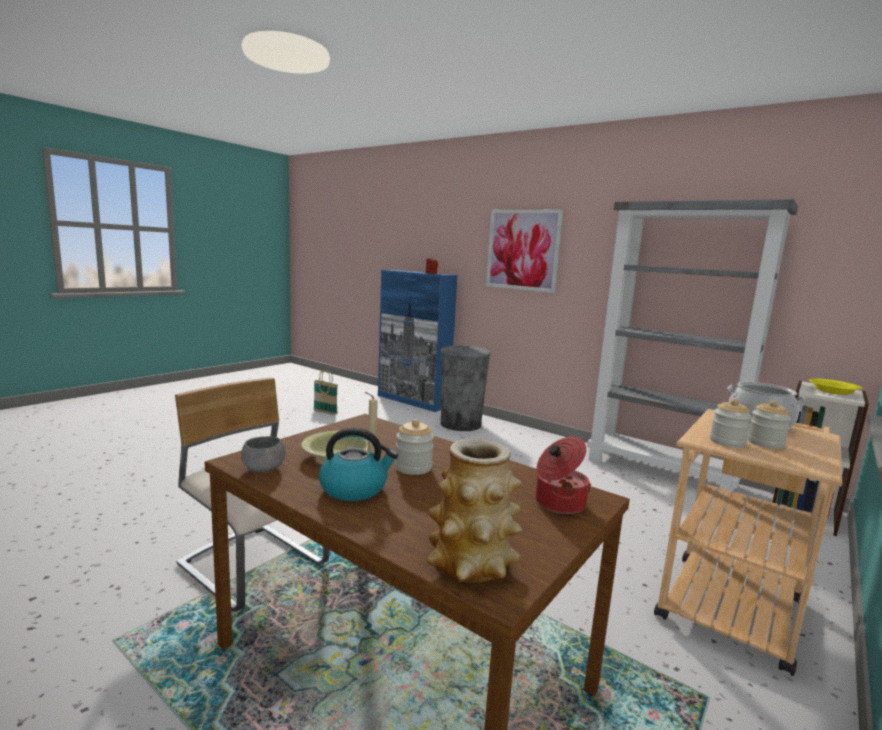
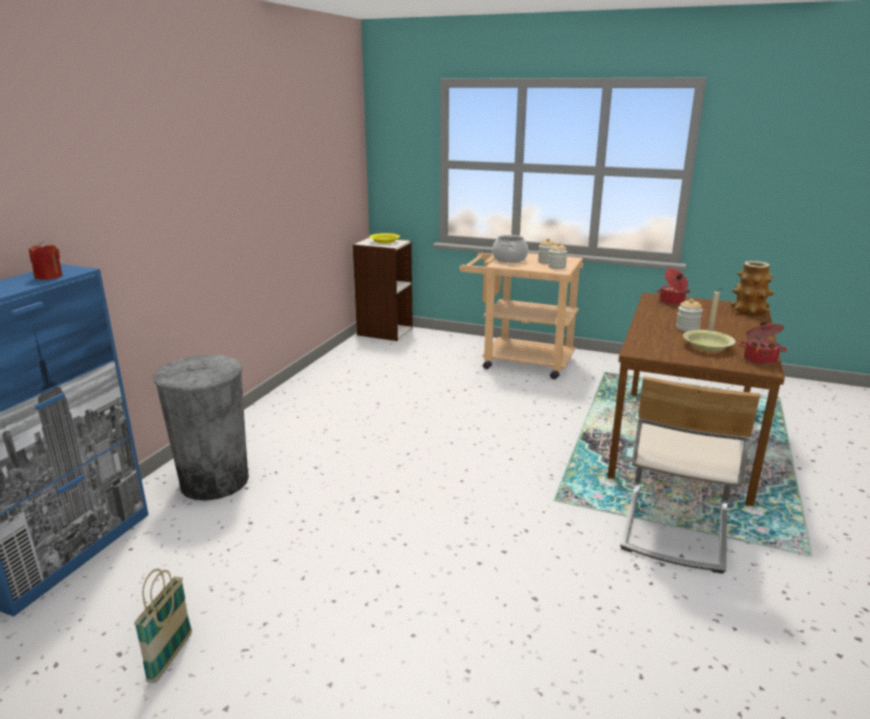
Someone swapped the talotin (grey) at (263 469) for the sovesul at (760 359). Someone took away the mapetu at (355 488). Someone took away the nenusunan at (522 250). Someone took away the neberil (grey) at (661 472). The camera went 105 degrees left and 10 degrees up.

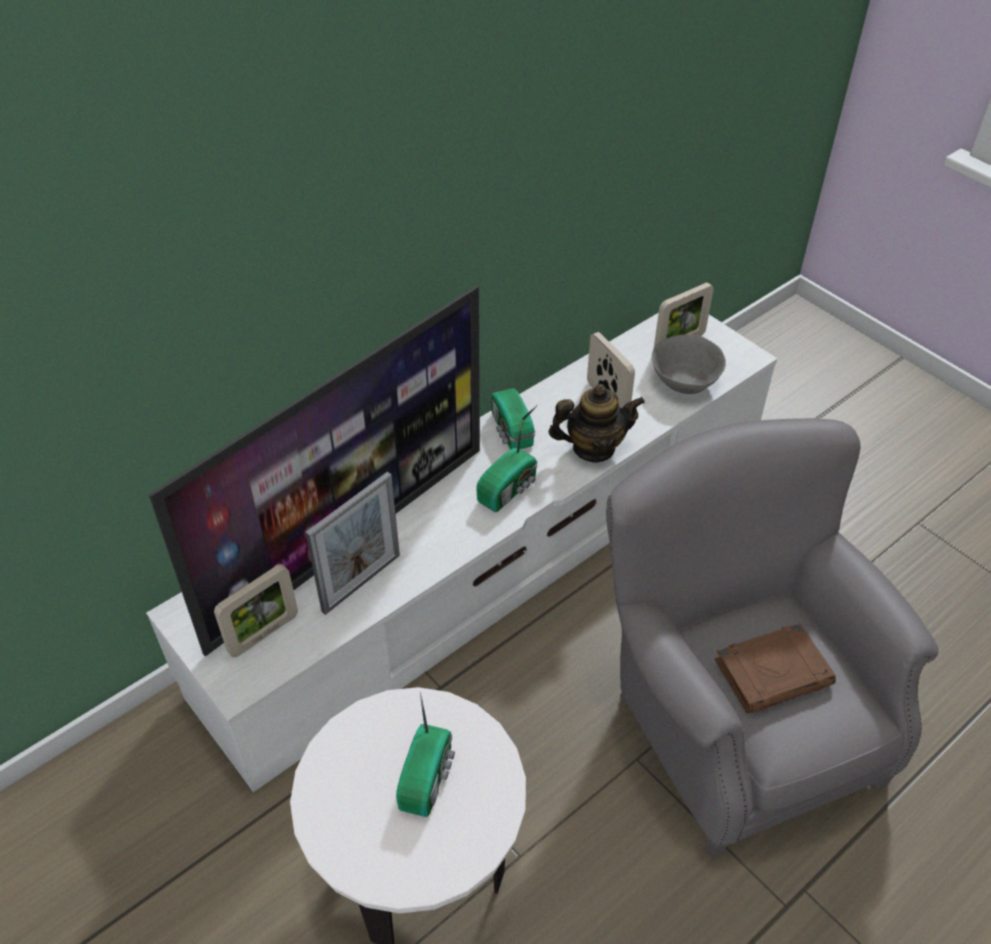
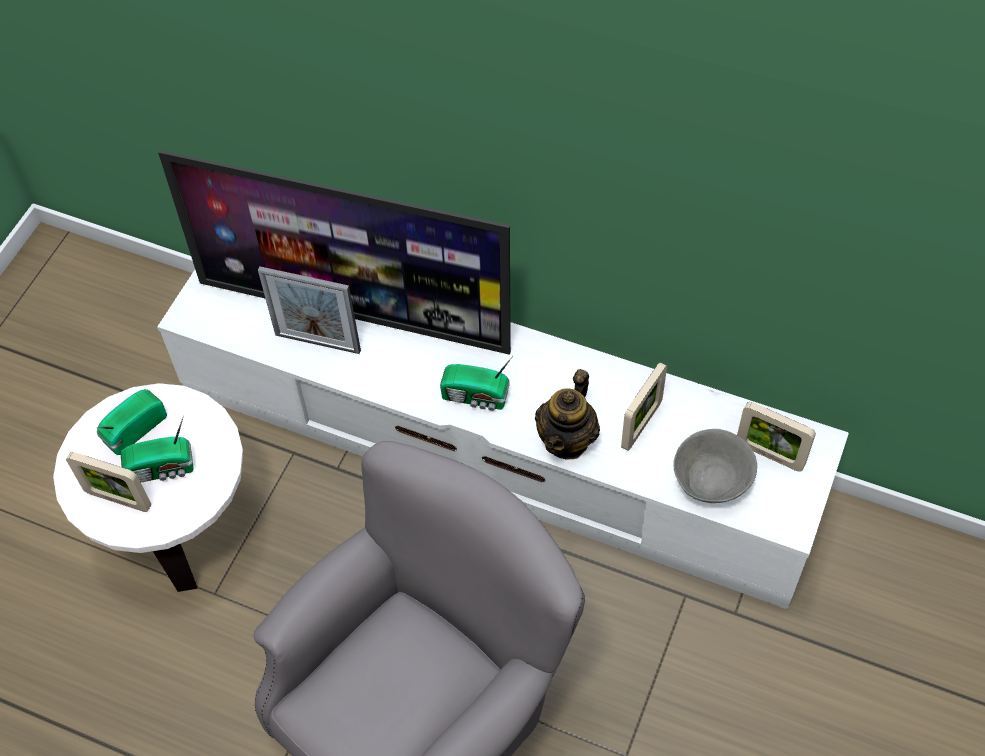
Someone carried the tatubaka from (264 634) to (118 499). Someone carried the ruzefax from (511 431) to (132 430). Someone rotated the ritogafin at (593 448) by 60 degrees clockwise. Someone took away the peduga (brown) at (773 672). The camera went 65 degrees right and 10 degrees up.

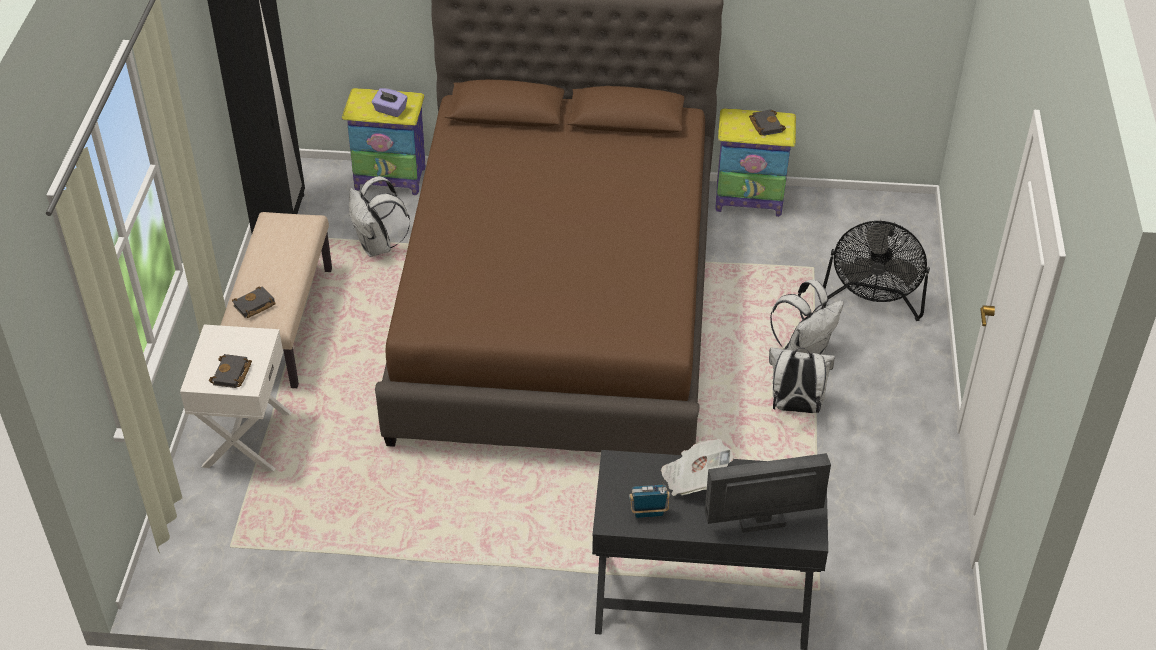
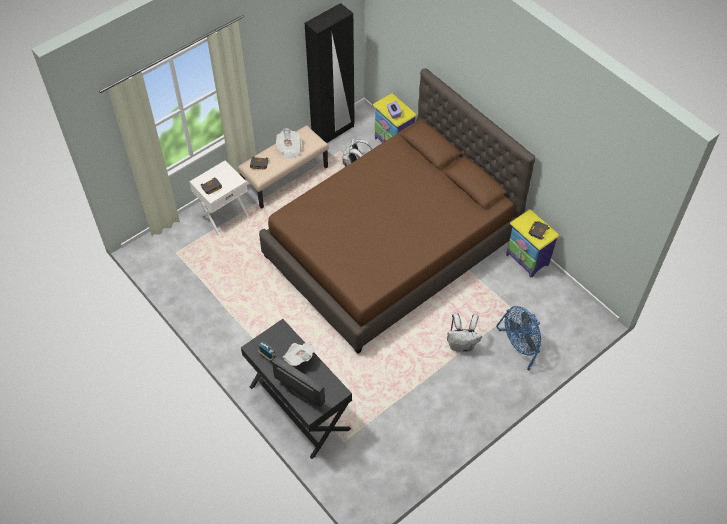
Someone took away the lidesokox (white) at (795 407). Someone repainted the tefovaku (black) at (870 297), which became the tefovaku (blue) at (521 343). Someone put down the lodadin at (289 149). The camera went 45 degrees right and 10 degrees up.

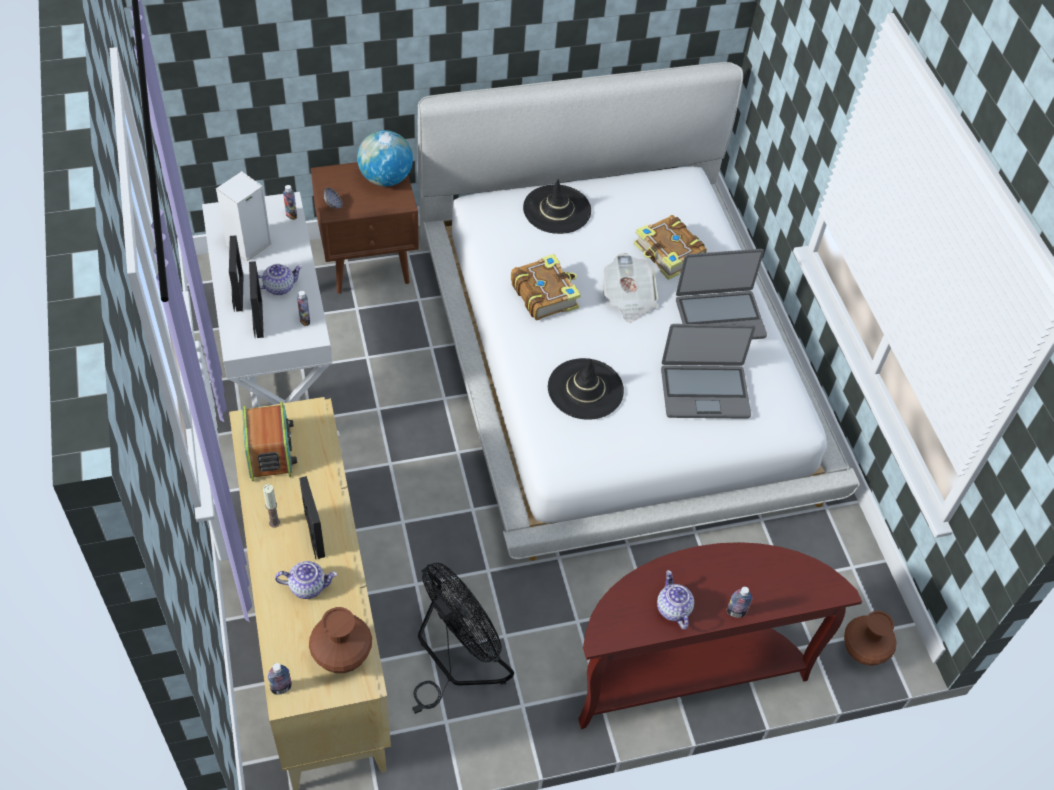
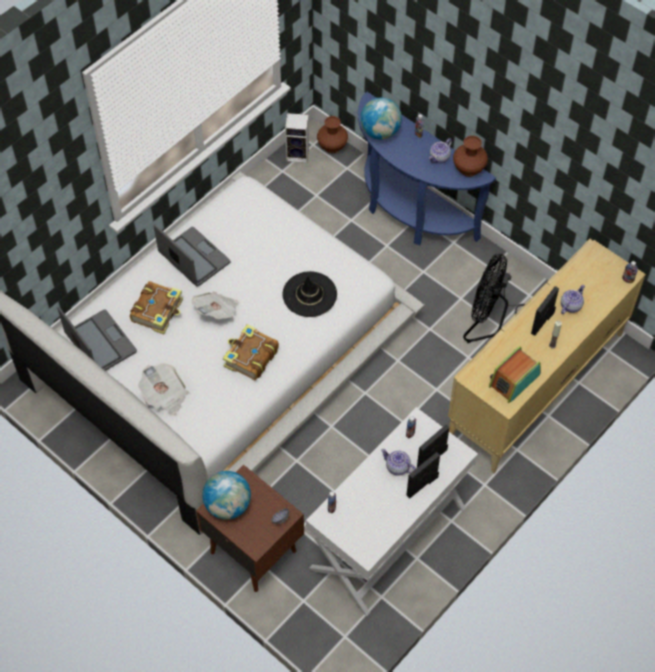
Someone carried the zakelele from (248 246) to (298 154). Someone rotated the ritogafin at (308 586) by 75 degrees clockwise. Someone carried the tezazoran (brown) from (341 656) to (469 170). Someone swapped the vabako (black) at (557 210) for the lodadin at (164 396). Someone repainted the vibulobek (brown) at (685 671), which became the vibulobek (blue) at (410 212). Someone carried the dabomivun from (704 391) to (100 343). Someone put down the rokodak at (380 132). The camera went 120 degrees left and 5 degrees up.

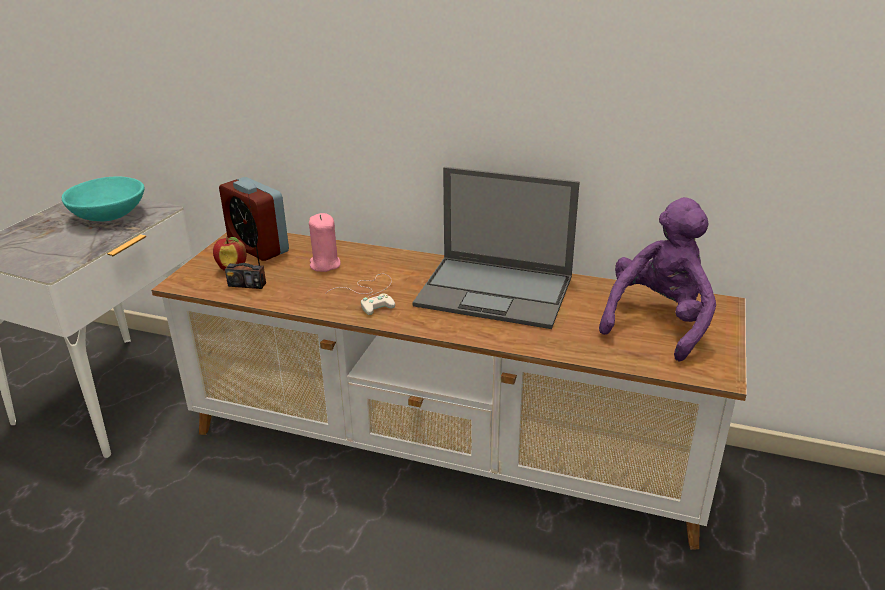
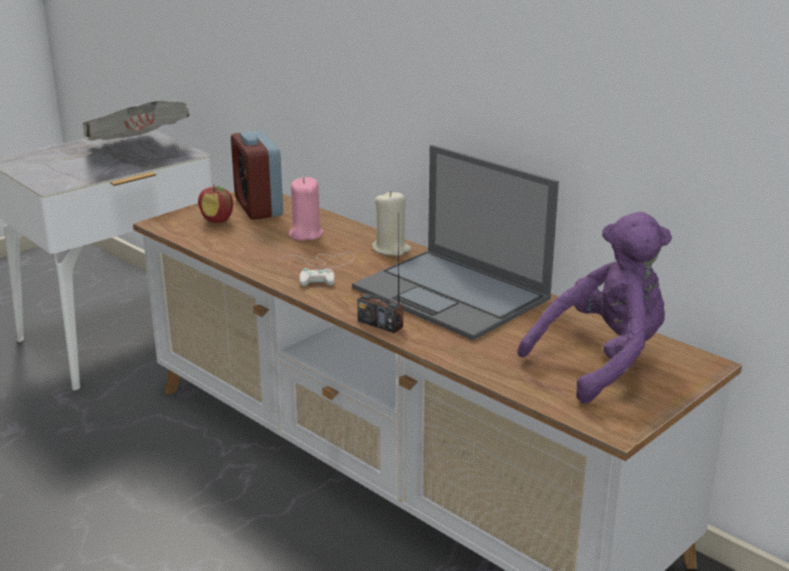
Someone swapped the talotin (turquoise) at (108 216) for the lodadin at (139 151). Someone carried the ruzefax from (247 284) to (380 324). Someone put down the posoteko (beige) at (391 249). The camera went 25 degrees right and 5 degrees down.

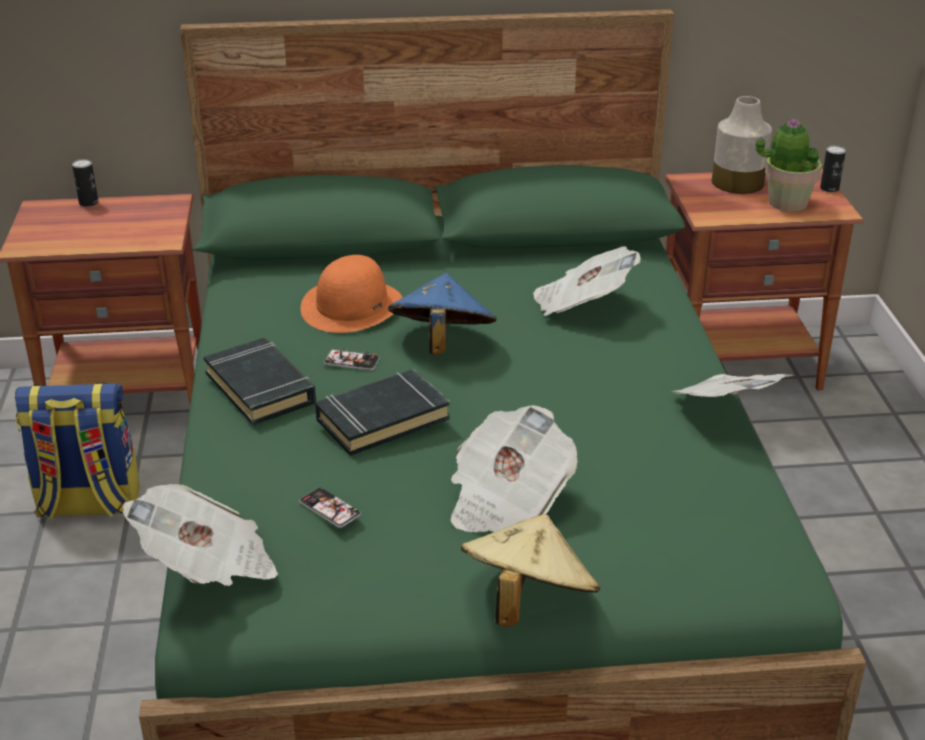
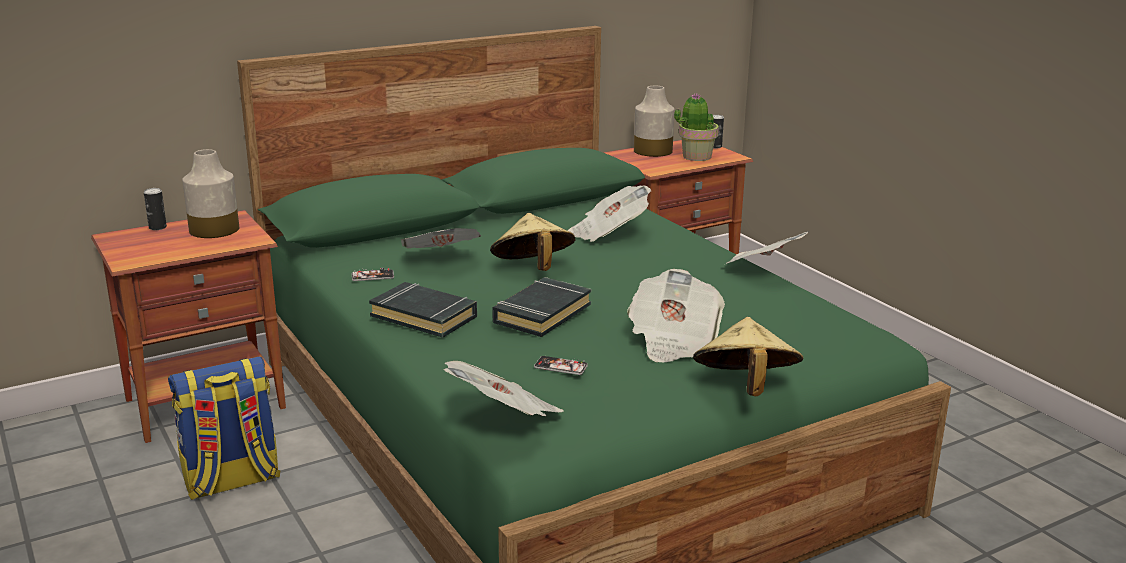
Someone swapped the vabako (orange) at (352 305) for the lodadin at (441 260). Someone carried the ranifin from (351 361) to (372 276). Someone repainted the vabako (blue) at (441 344), which became the vabako (beige) at (532 269). Someone put down the tezazoran (beige) at (215 229). The camera went 25 degrees left and 10 degrees down.

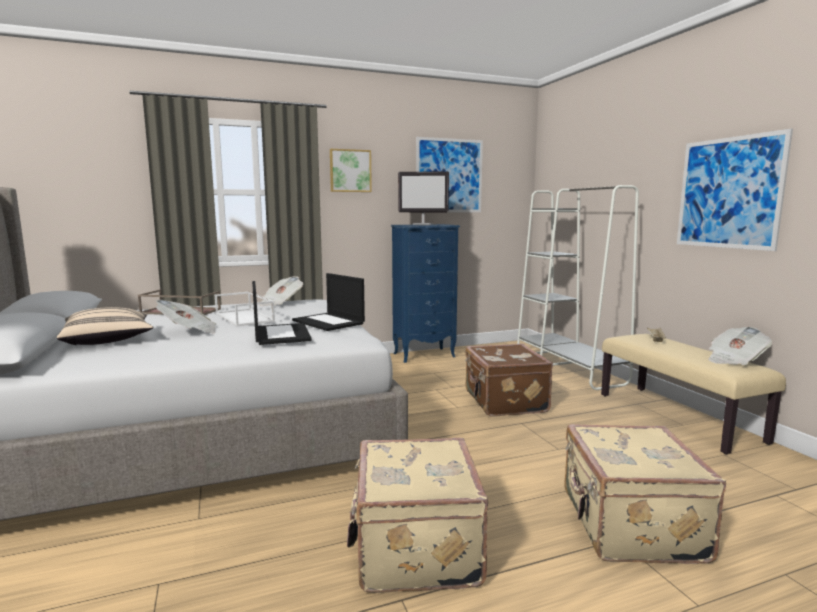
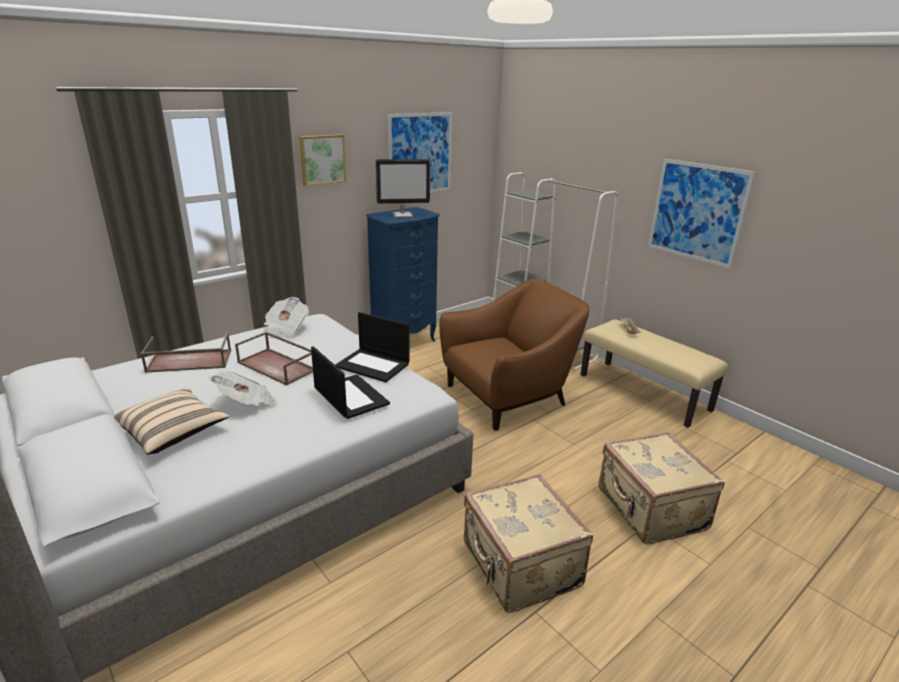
Someone repainted the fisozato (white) at (245 317), which became the fisozato (brown) at (278 366). Someone swapped the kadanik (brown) at (504 402) for the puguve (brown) at (508 396). Someone took away the lodadin at (734 360). The camera went 20 degrees left and 15 degrees up.

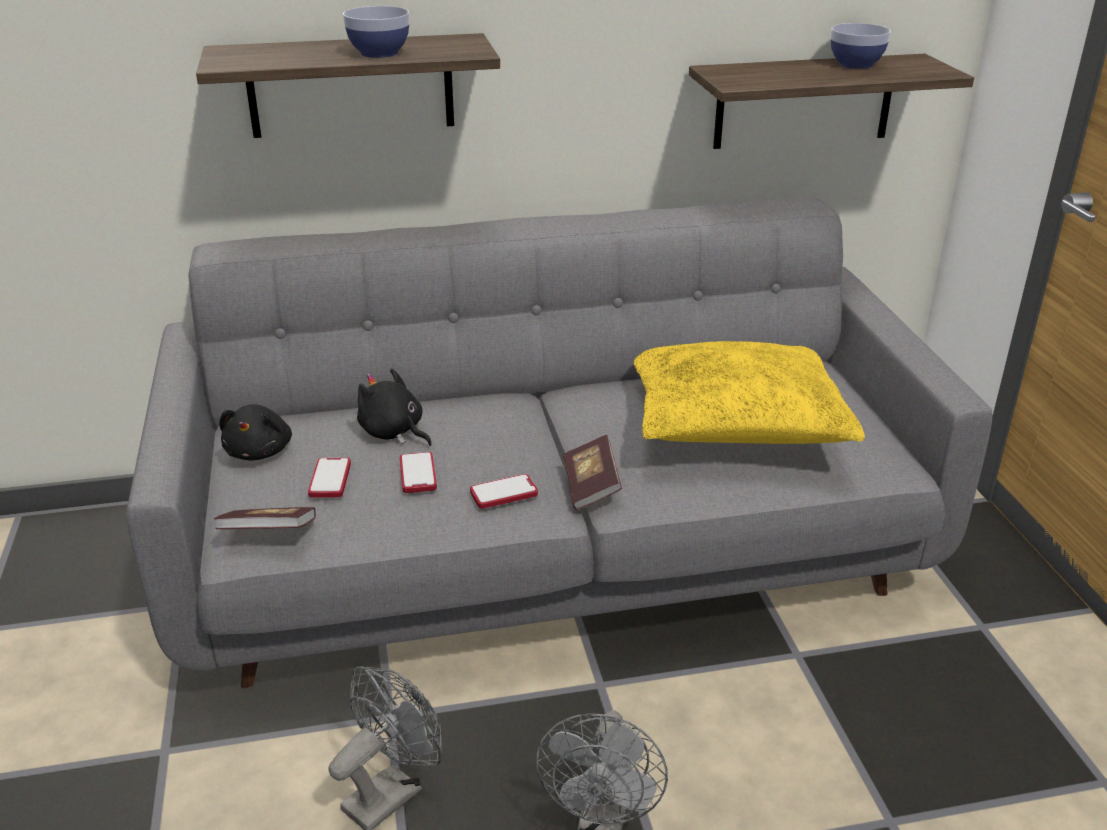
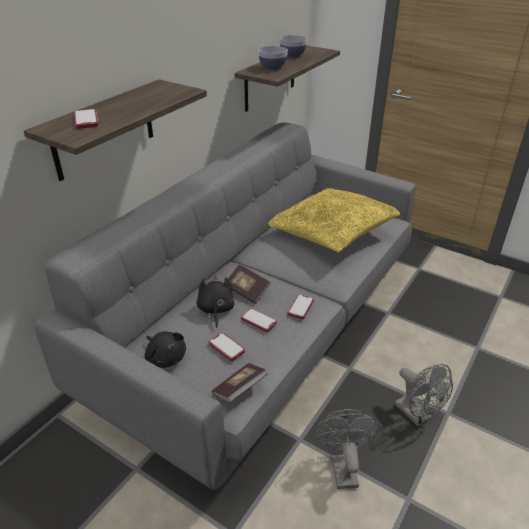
Someone carried the talotin from (379 53) to (272 67). Someone rotated the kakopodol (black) at (393 432) by 90 degrees clockwise. Someone carried the peduga from (591 486) to (247 291). Someone put down the ranifin at (86 120). The camera went 45 degrees left and 5 degrees up.

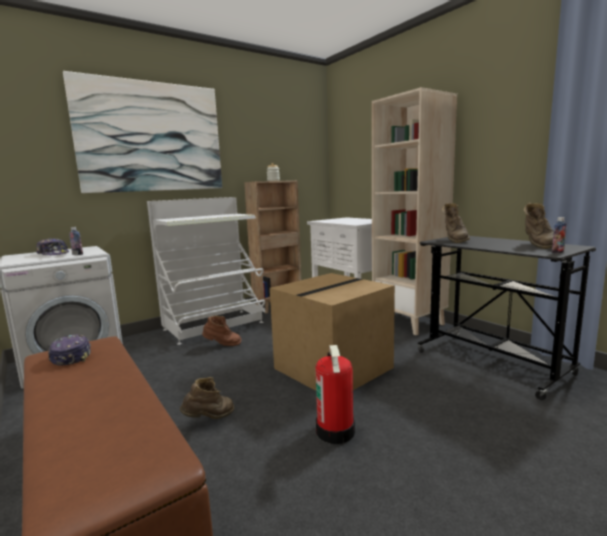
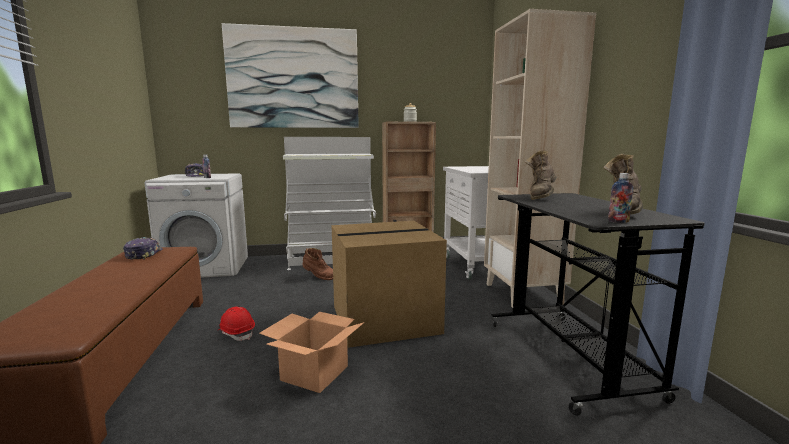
Someone swapped the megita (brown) at (210 419) for the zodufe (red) at (236 333). Someone swapped the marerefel at (336 431) for the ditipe at (314 374). The camera went 25 degrees right and 0 degrees up.

